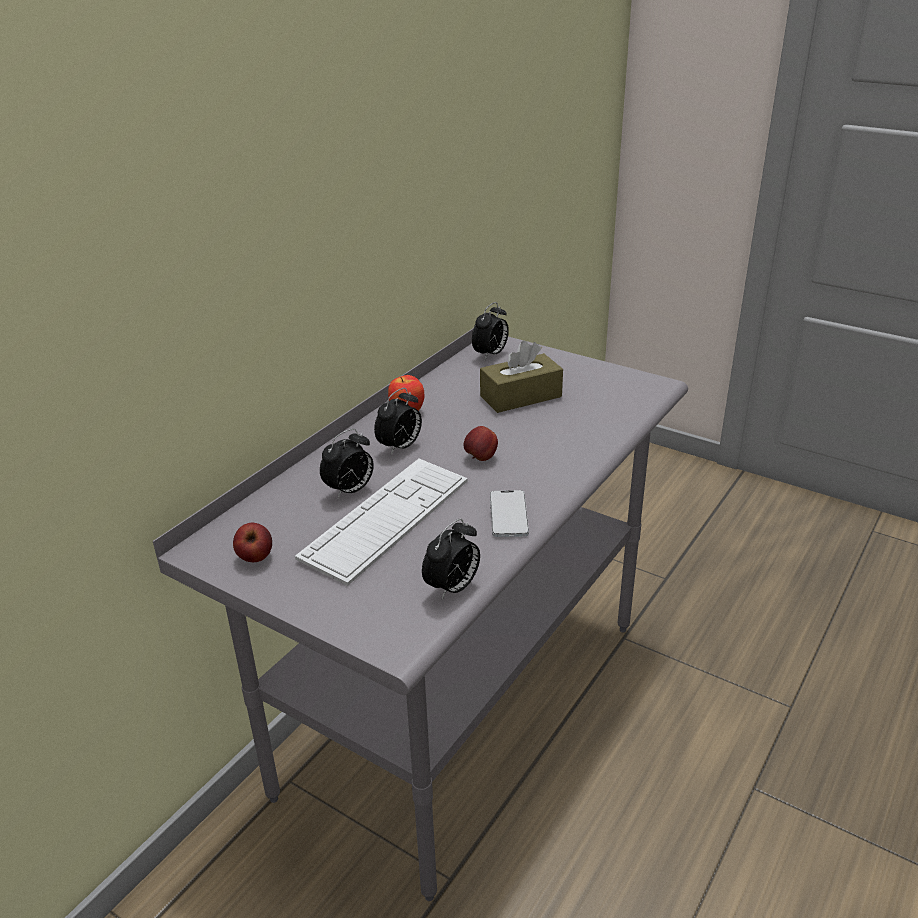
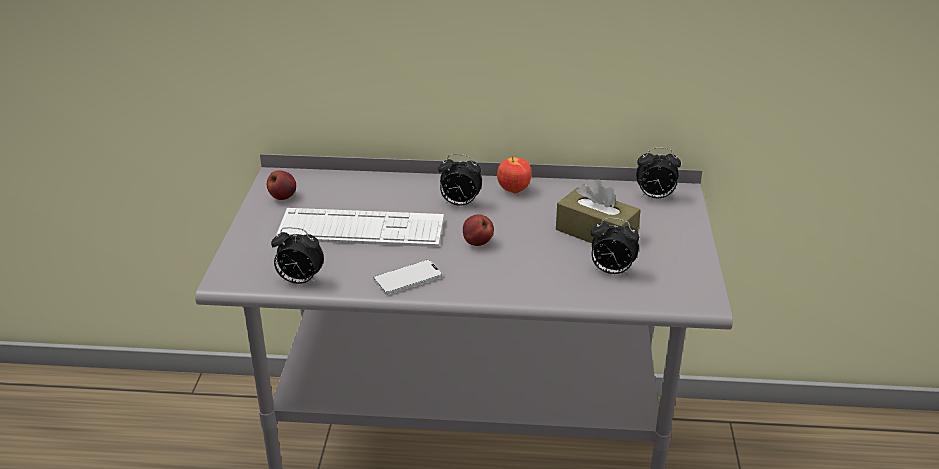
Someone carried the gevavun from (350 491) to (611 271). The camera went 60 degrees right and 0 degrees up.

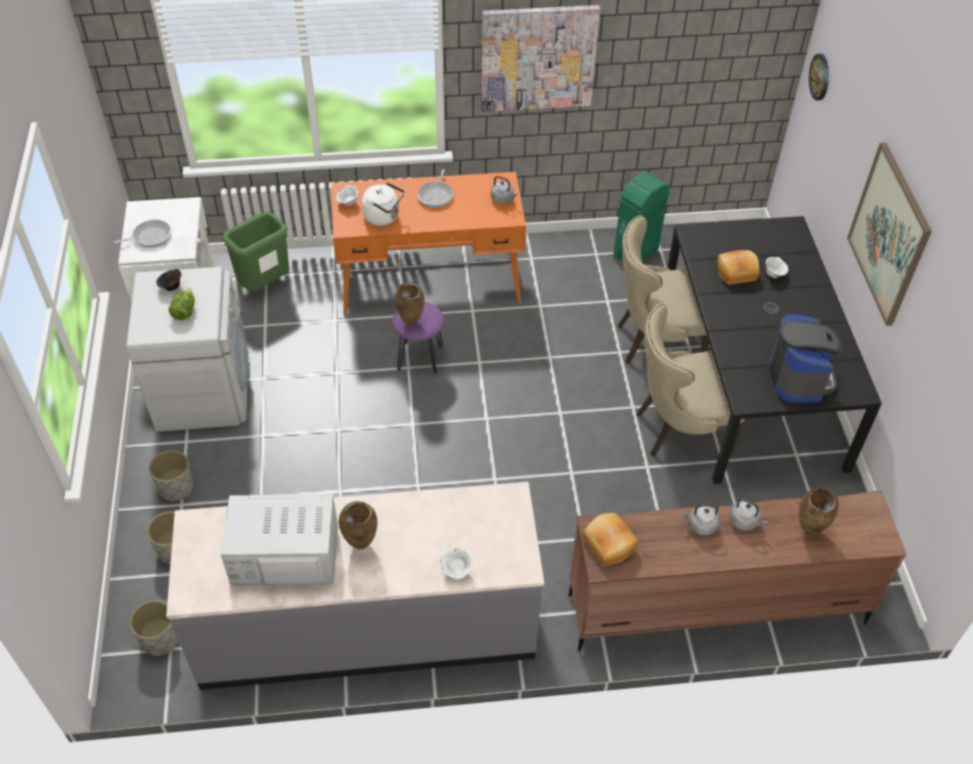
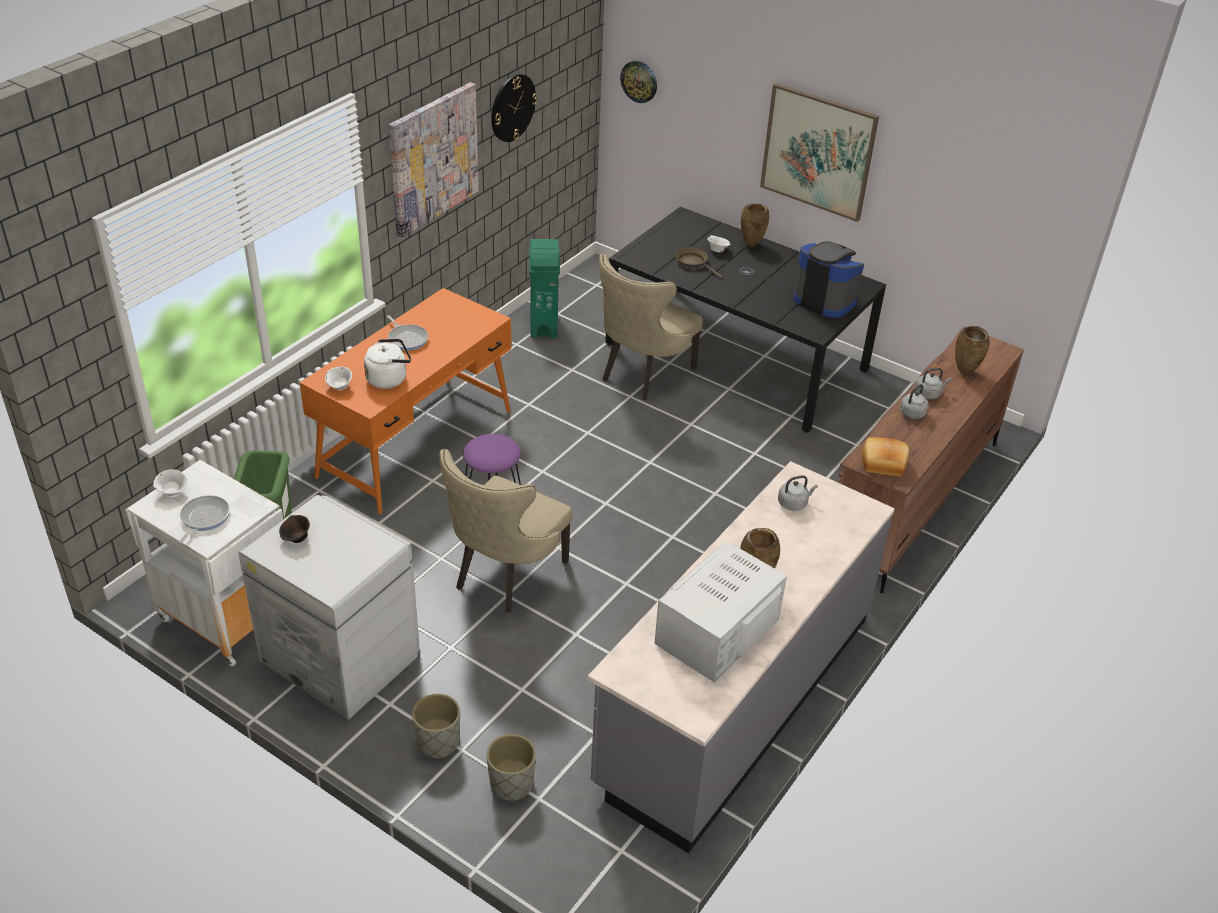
Someone took away the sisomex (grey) at (160 639). Someone took away the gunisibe at (184 310). Someone carried the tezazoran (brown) from (411 321) to (751 245). Someone carried the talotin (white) from (457 570) to (173 492). Someone carried the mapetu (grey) from (503 199) to (794 503). Someone carried the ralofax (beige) from (678 429) to (505 575). Someone swapped the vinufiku at (736 272) for the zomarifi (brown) at (693 263). Someone put up the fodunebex at (512 107). The camera went 50 degrees left and 10 degrees down.

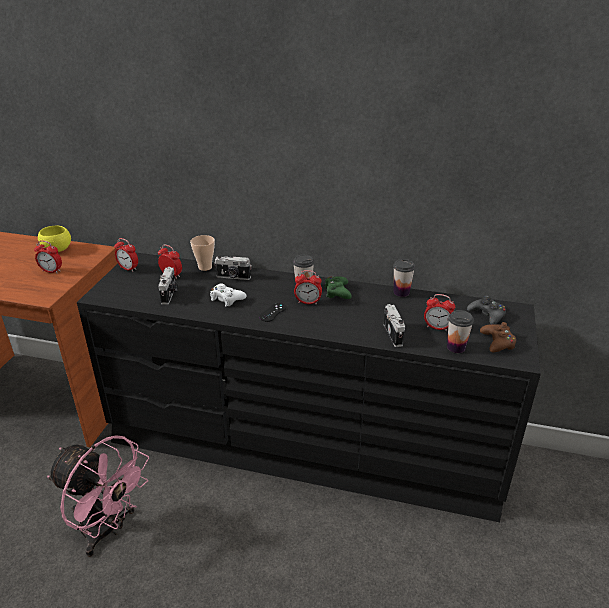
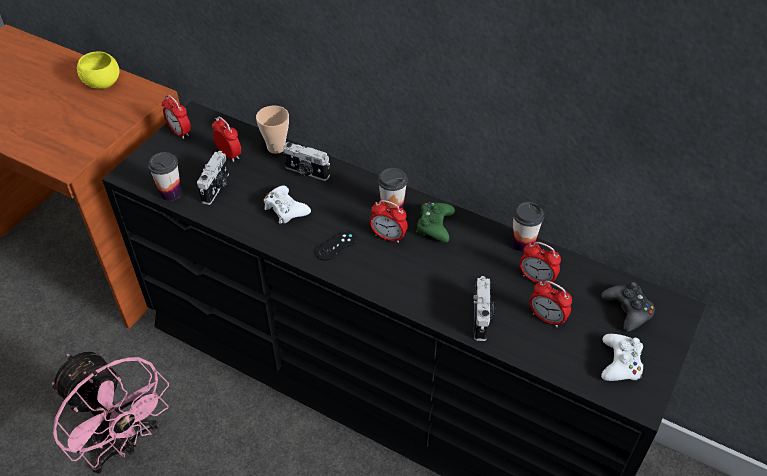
Someone carried the gevavun from (51 271) to (536 279). Someone carried the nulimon from (456 347) to (171 193). Someone repainted the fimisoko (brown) at (497 342), which became the fimisoko (white) at (620 363). The camera went 15 degrees right and 15 degrees up.

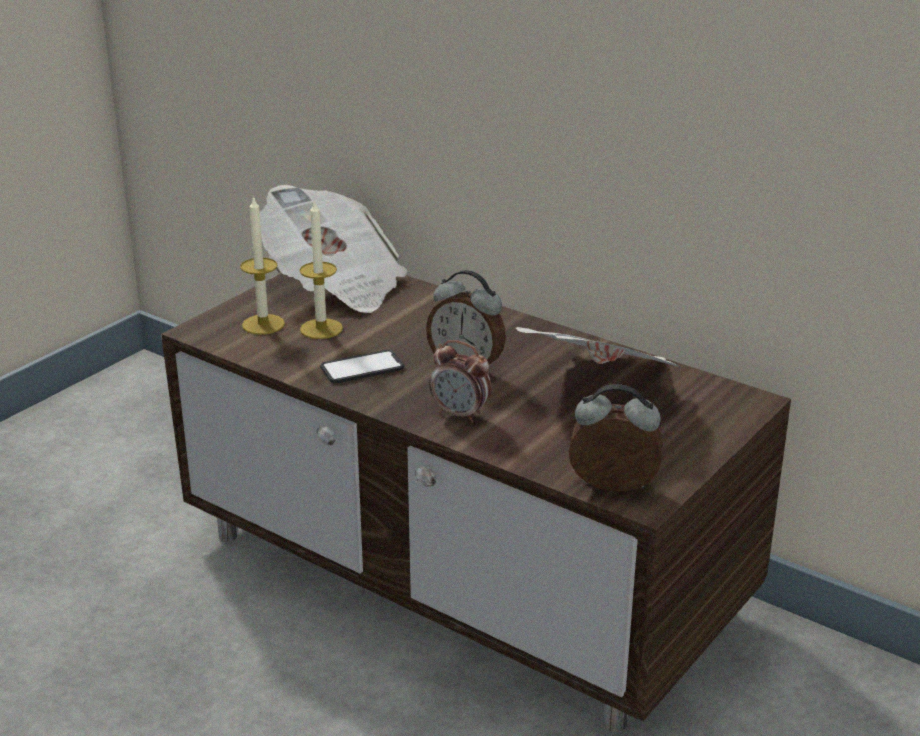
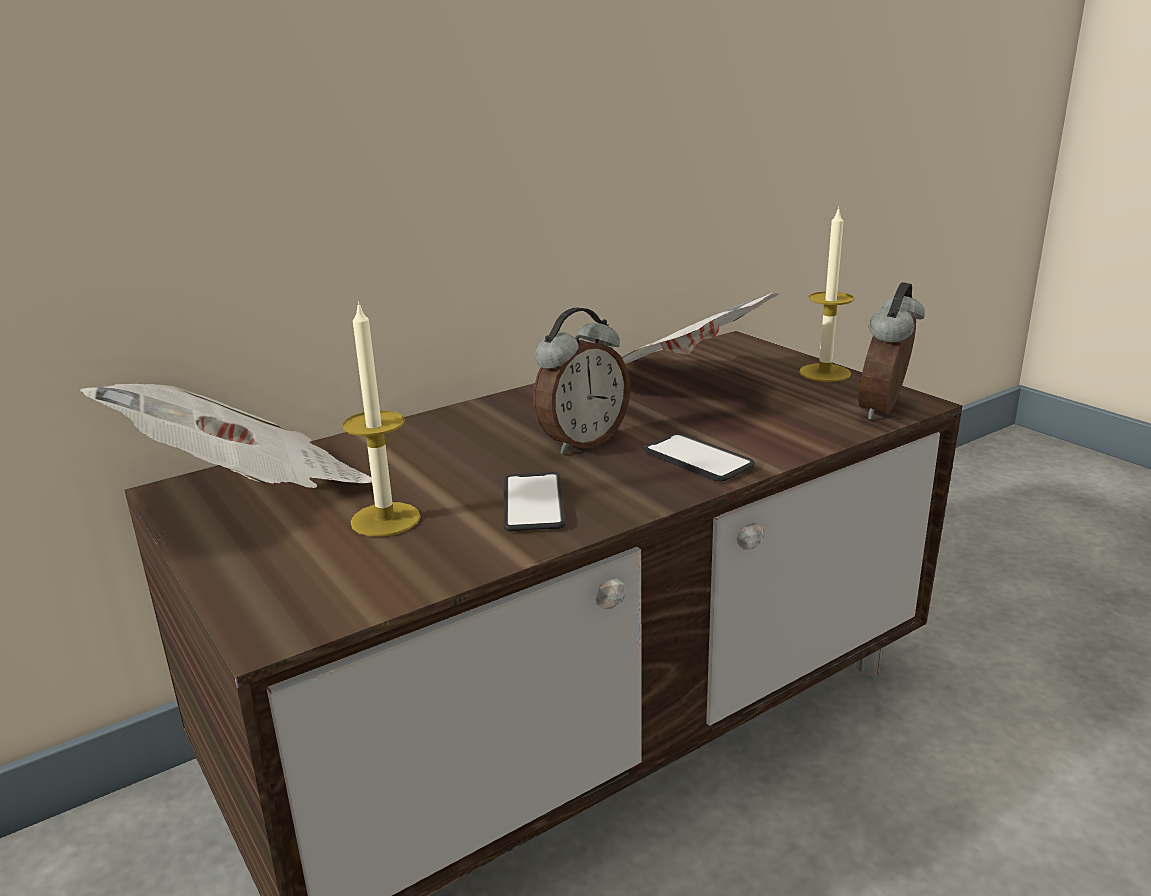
Someone carried the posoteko from (263 324) to (825 373). Someone swapped the gevavun at (460 414) for the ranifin at (697 459). The camera went 70 degrees left and 5 degrees down.

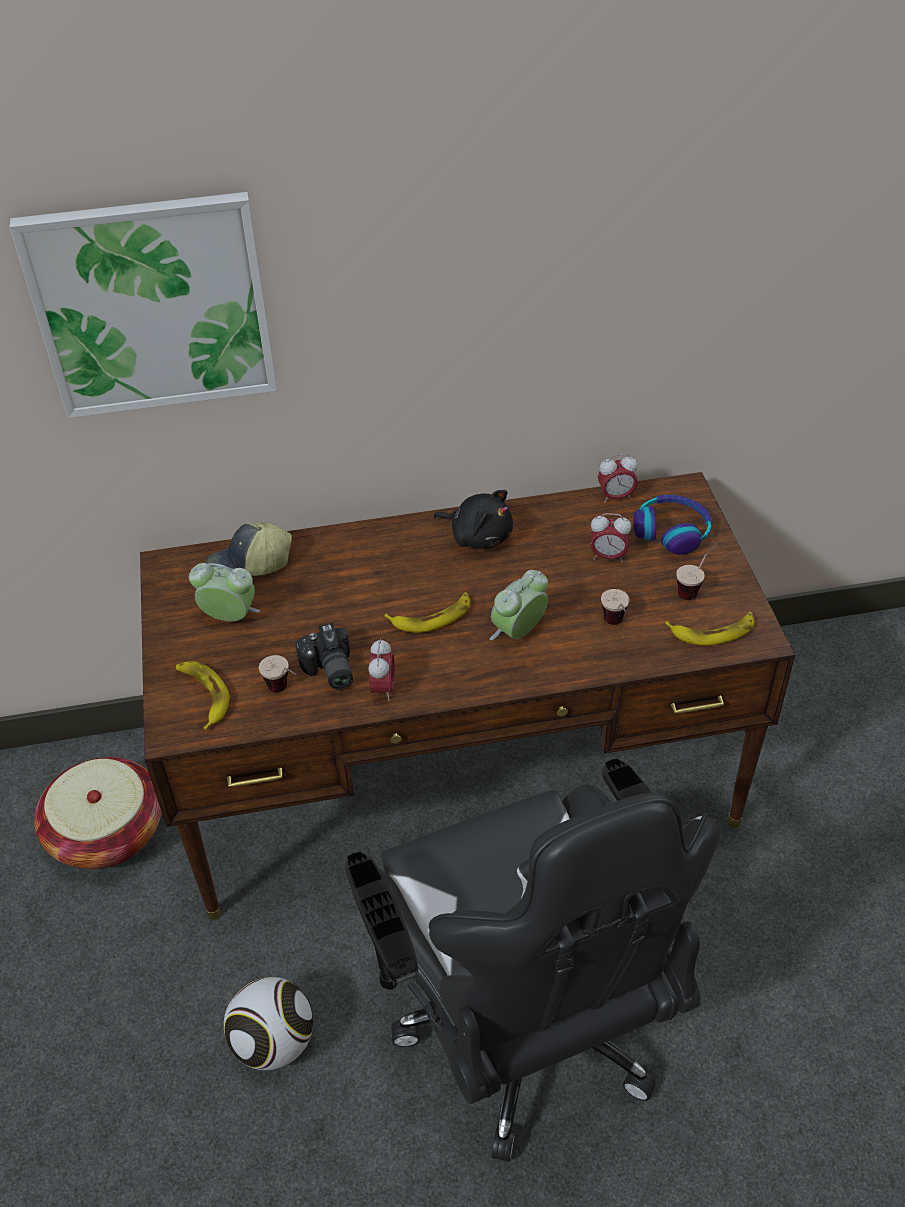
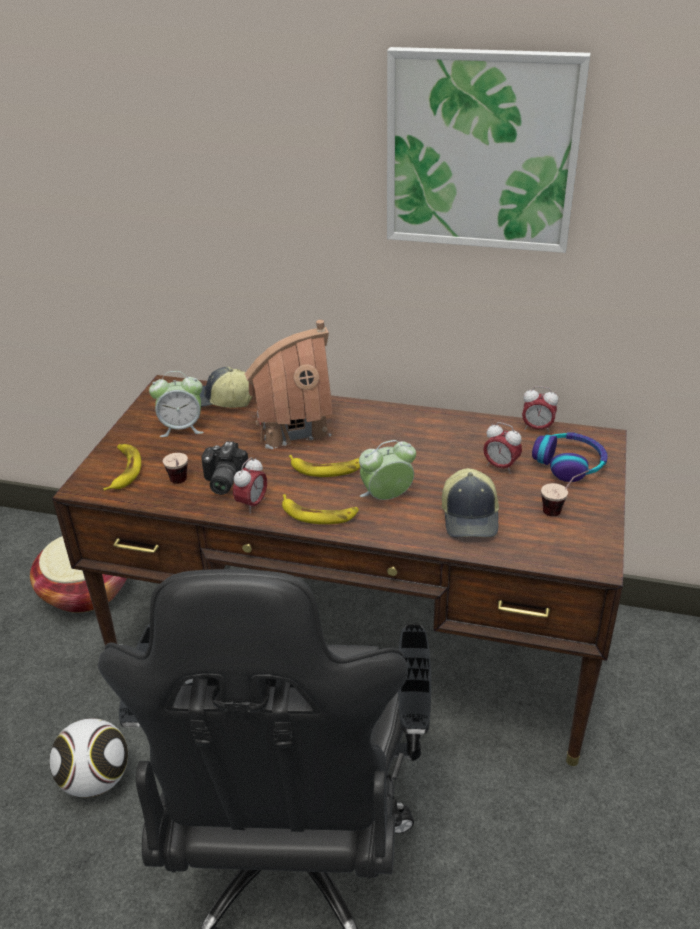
Someone carried the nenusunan from (152 306) to (481 151). Someone rotated the gevavun at (230 617) by 135 degrees clockwise. Someone took away the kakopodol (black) at (478 535). Someone swapped the nulimon at (616 626) for the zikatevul at (471 517). Someone carried the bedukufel from (713 631) to (318 514). Someone put down the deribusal at (292 426). The camera went 25 degrees right and 10 degrees down.

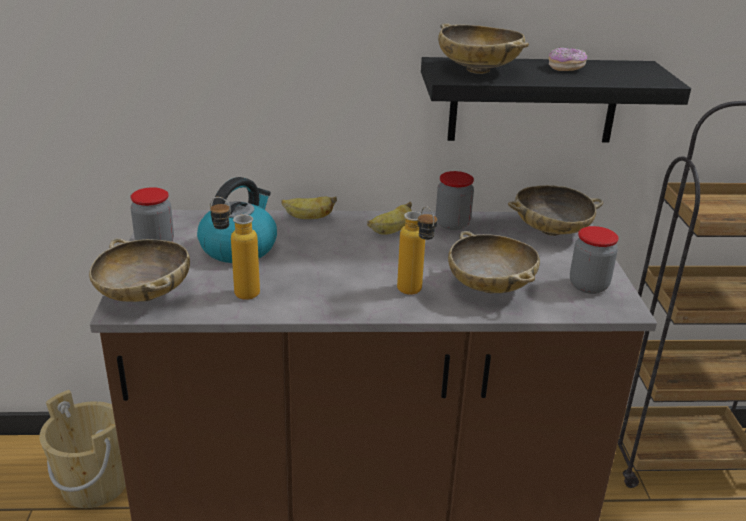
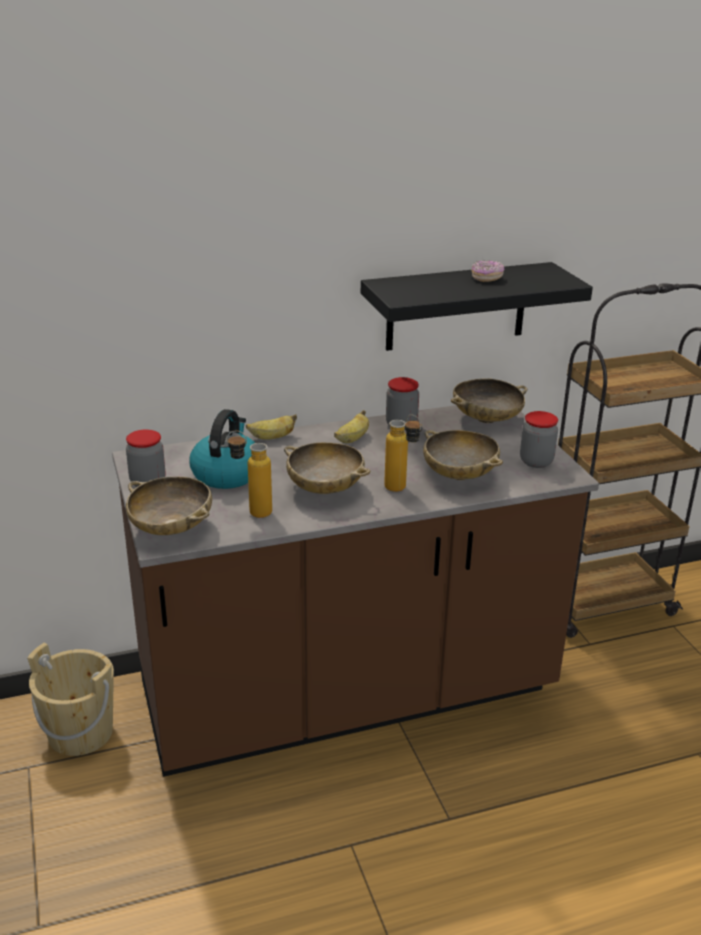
Someone carried the talotin (beige) from (478 70) to (325 488). The camera went 15 degrees left and 0 degrees up.

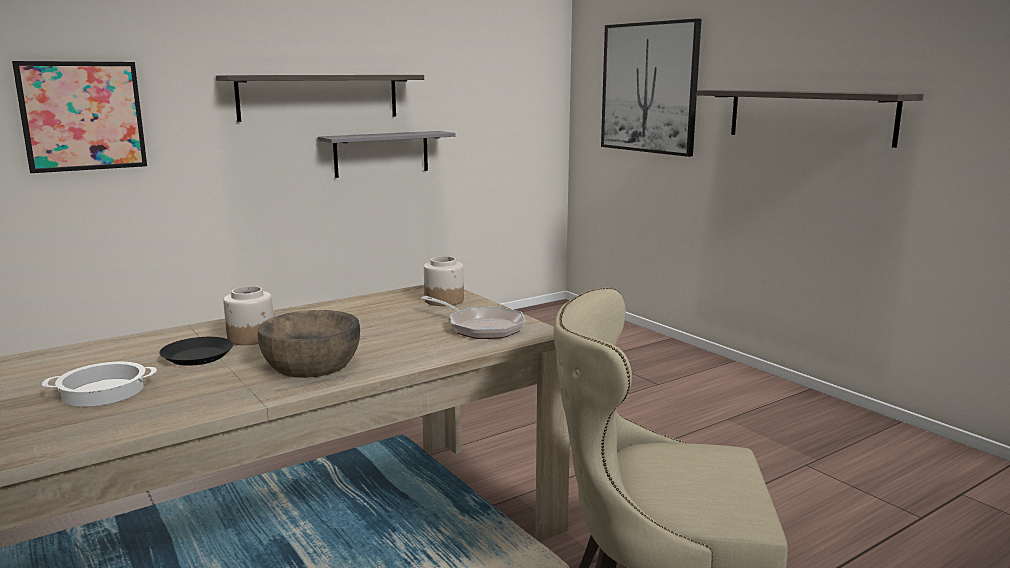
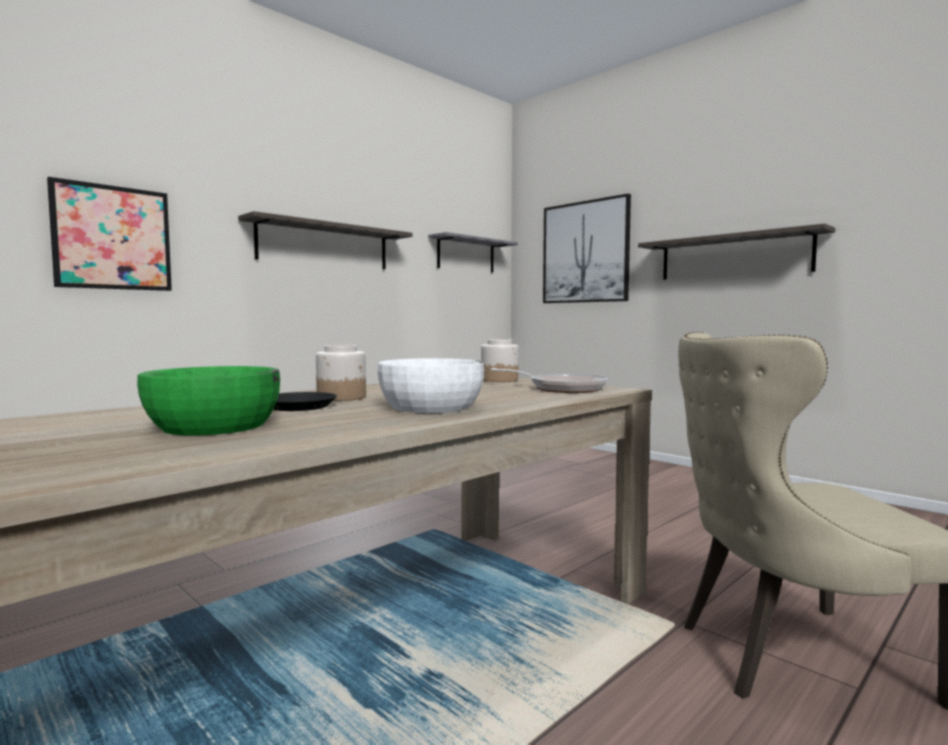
Someone swapped the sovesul at (104 391) for the talotin (green) at (214 426). Someone repainted the talotin (brown) at (312 364), which became the talotin (white) at (431 407). Someone carried the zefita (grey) from (381 153) to (466 255). The camera went 10 degrees left and 10 degrees down.

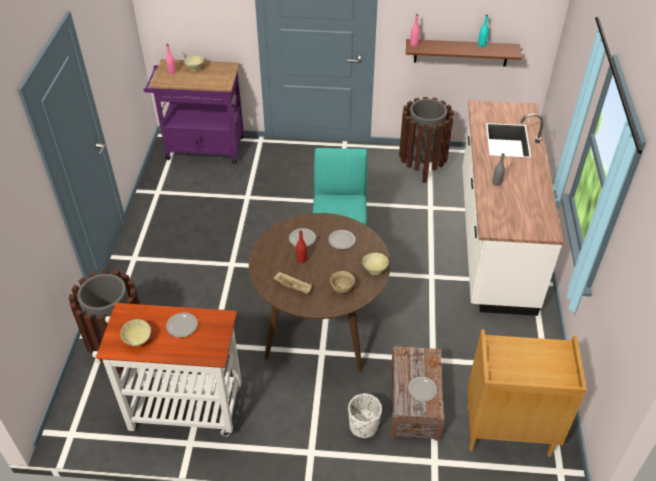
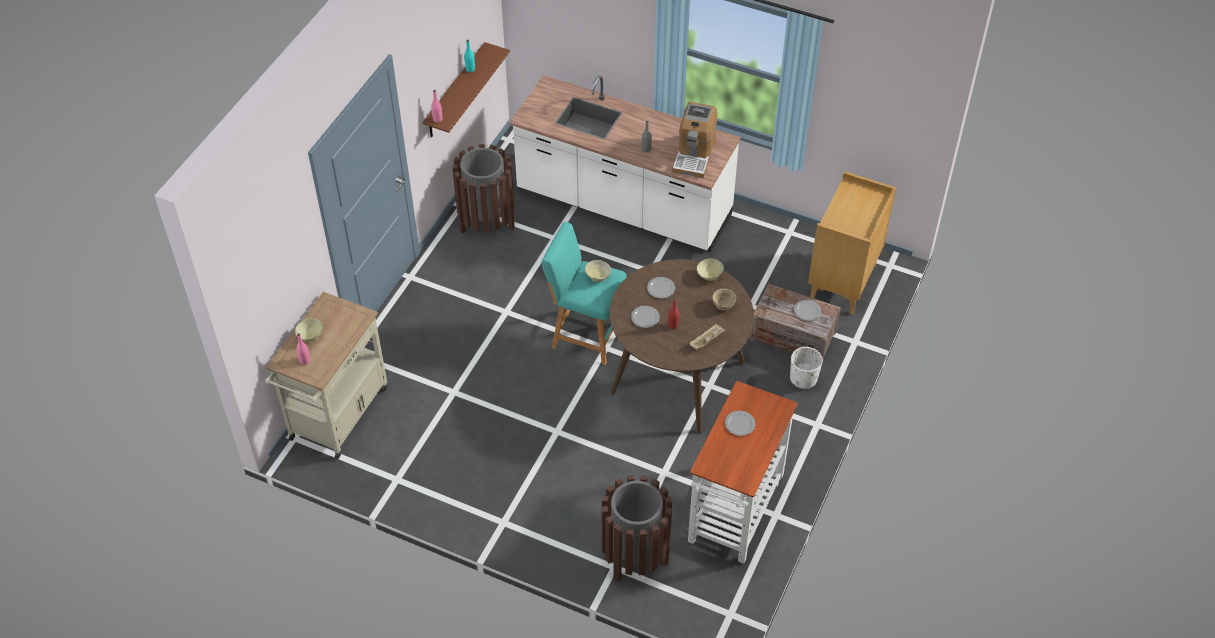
Someone carried the talotin (beige) from (137 340) to (598 277). Someone repainted the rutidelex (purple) at (202 148), which became the rutidelex (beige) at (337 416). Someone put down the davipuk at (694 155). The camera went 70 degrees left and 5 degrees up.

